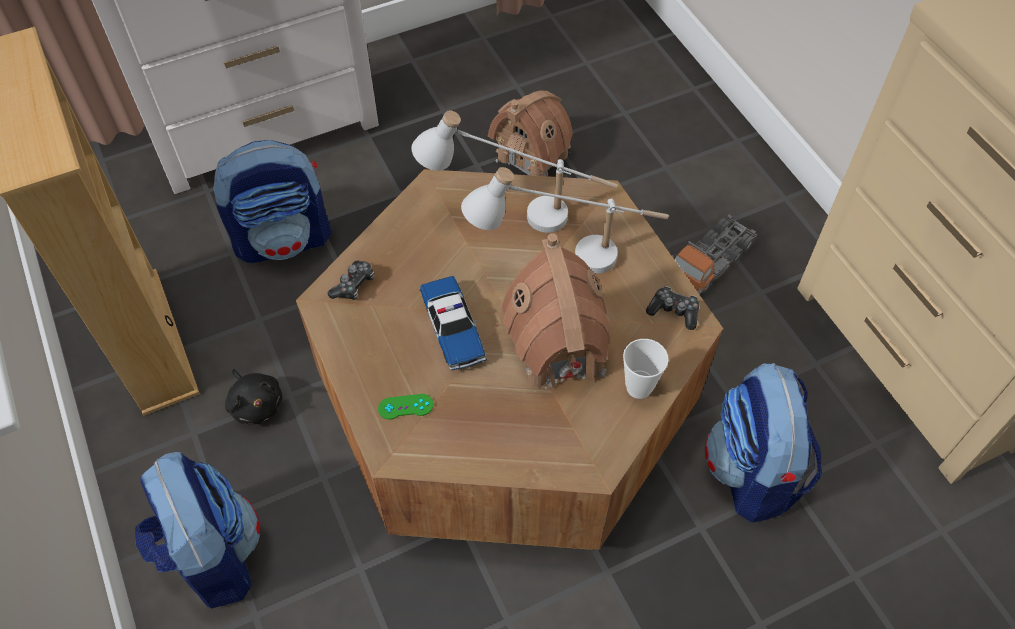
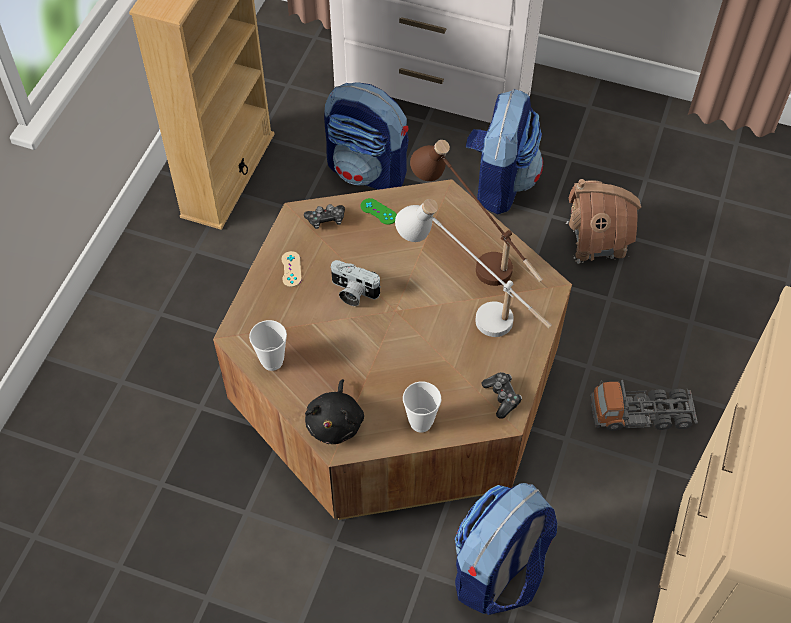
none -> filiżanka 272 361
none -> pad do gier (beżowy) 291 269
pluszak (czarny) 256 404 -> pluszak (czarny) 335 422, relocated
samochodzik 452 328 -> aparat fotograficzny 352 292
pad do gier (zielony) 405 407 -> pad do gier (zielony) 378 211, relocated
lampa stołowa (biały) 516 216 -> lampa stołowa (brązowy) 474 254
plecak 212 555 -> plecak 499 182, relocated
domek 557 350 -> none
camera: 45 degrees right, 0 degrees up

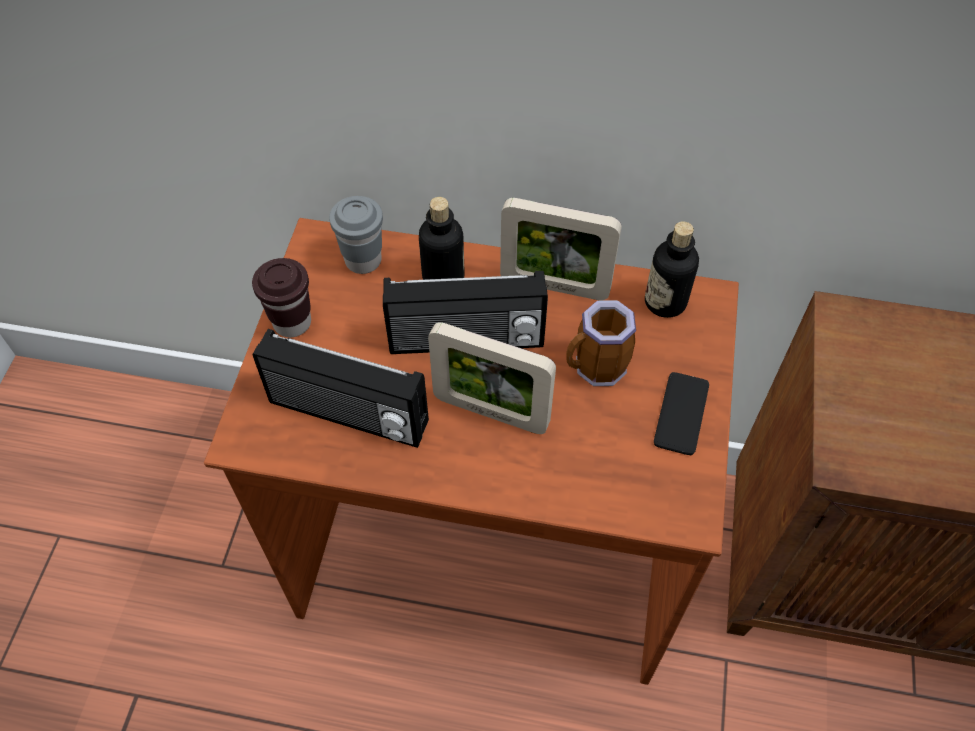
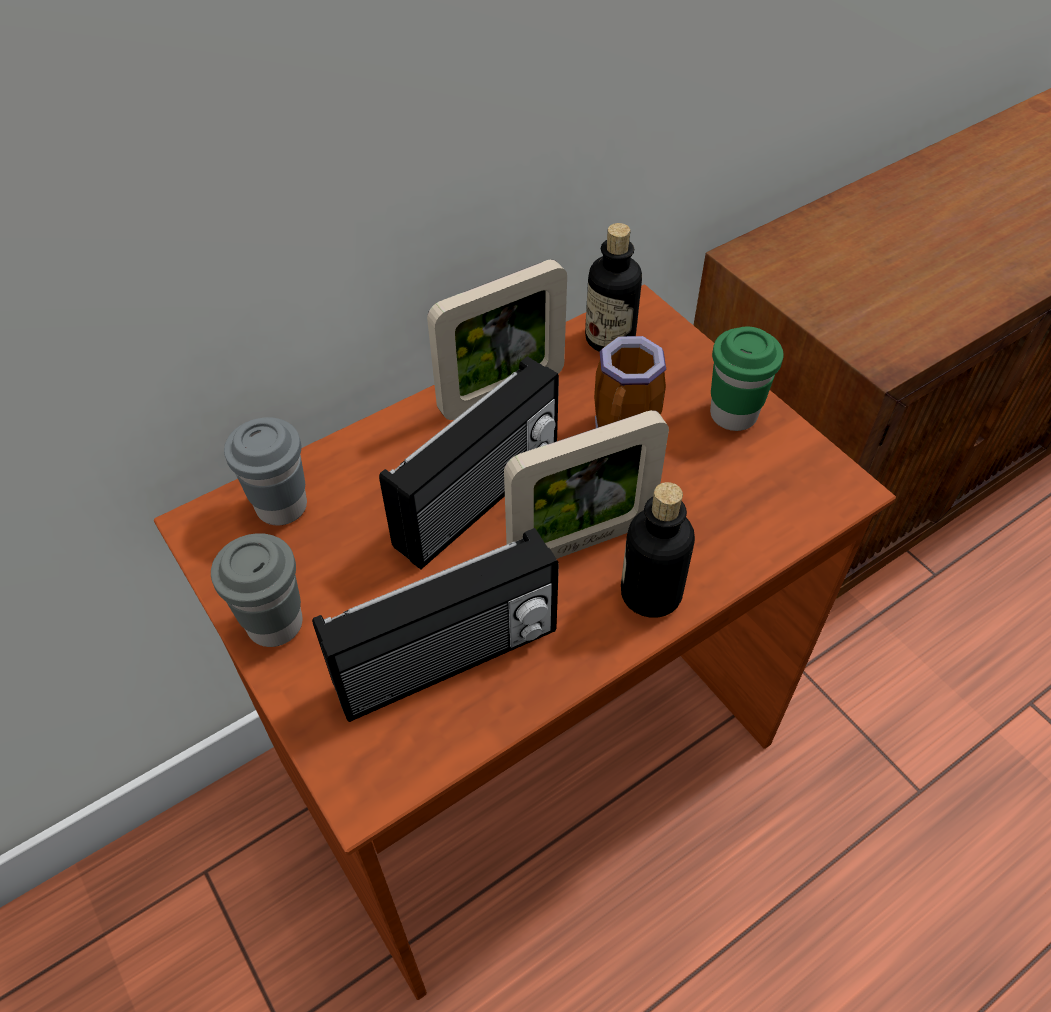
filiżanka (brązowy) 292 322 -> filiżanka (szary) 275 624
butelka 443 278 -> butelka 651 593, relocated
telefon 681 414 -> filiżanka (zielony) 733 414
camera: 45 degrees left, 5 degrees down

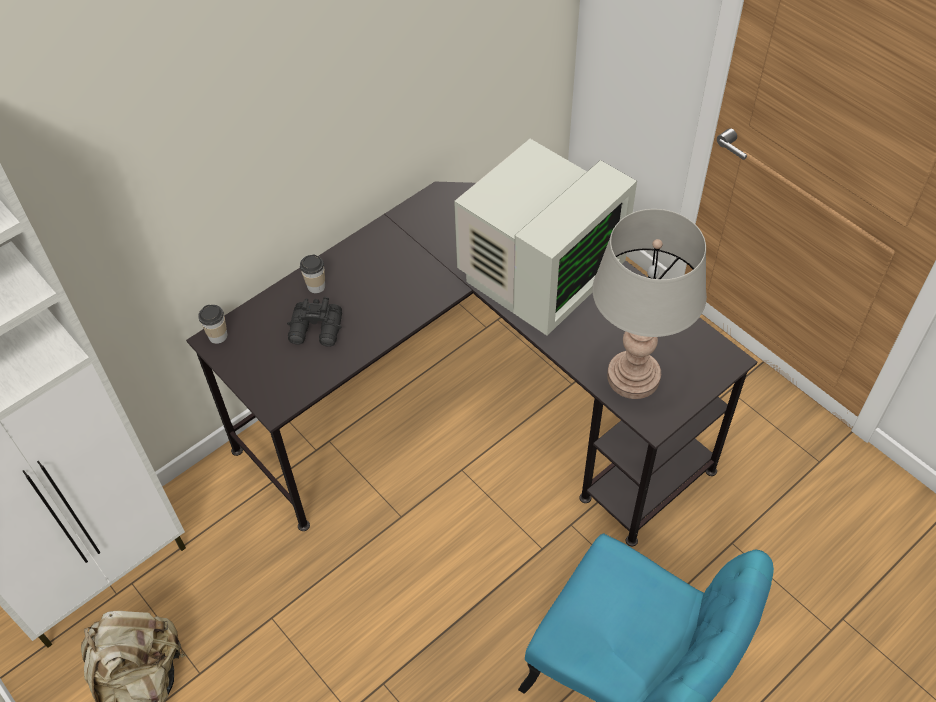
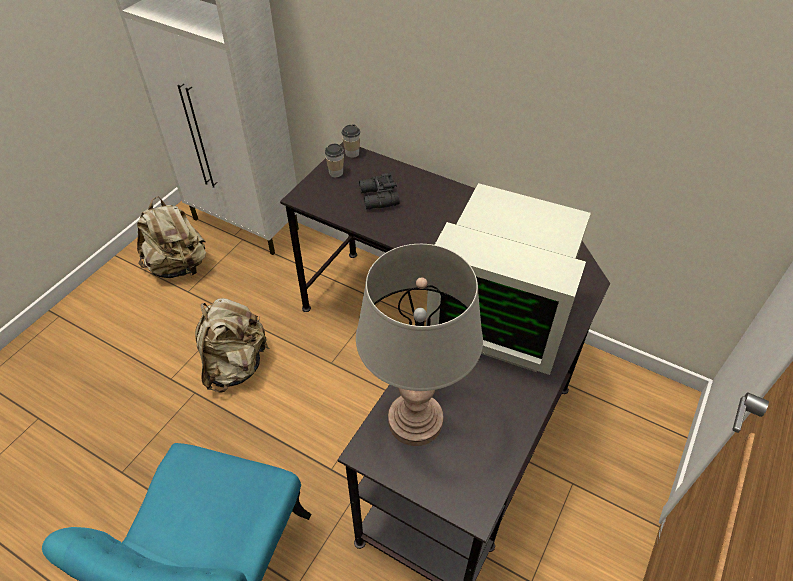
none -> plecak (beżowy) 235 365
filiżanka 316 286 -> filiżanka 336 172, relocated
camera: 70 degrees right, 5 degrees down

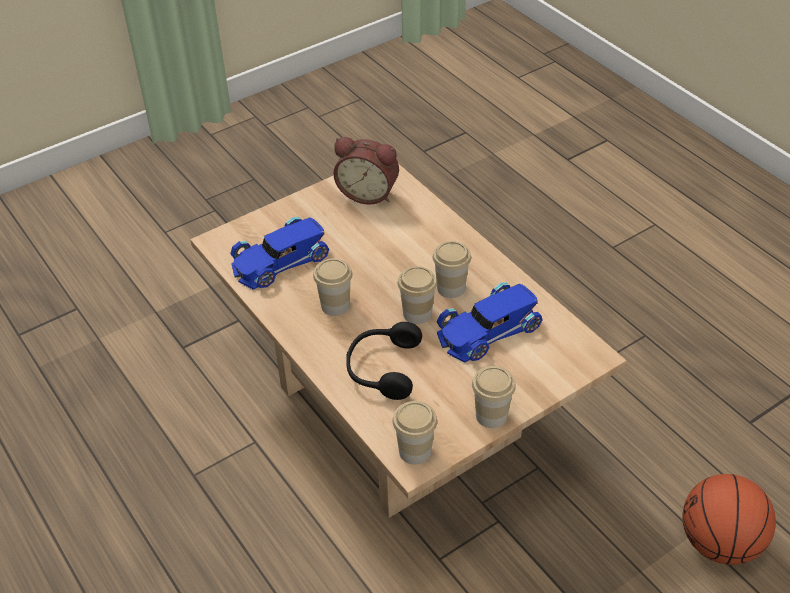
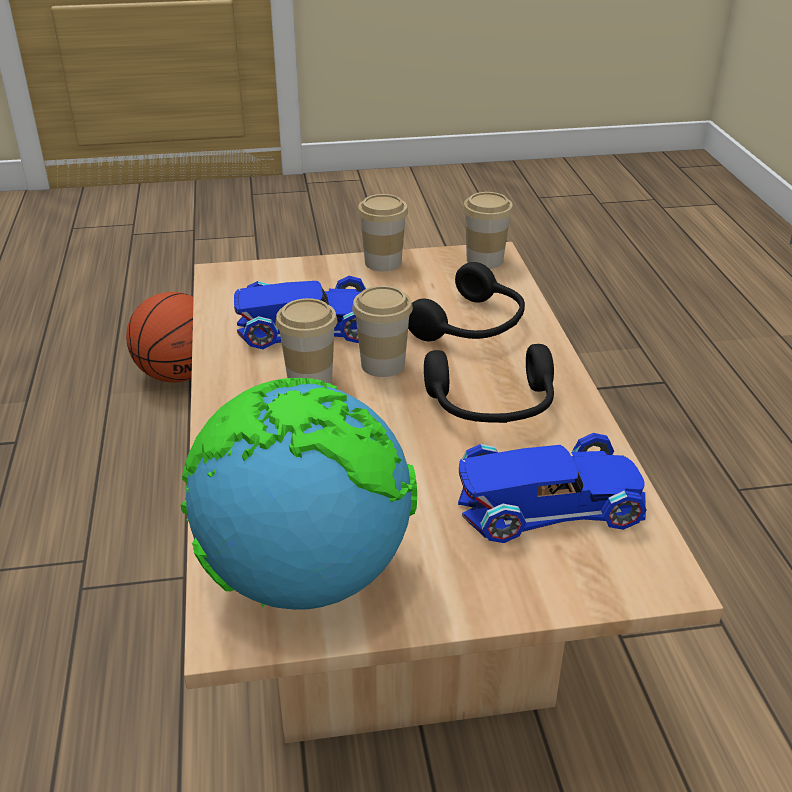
budzik 368 193 -> globus 304 577
filiżanka 335 305 -> słuchawki (czarny) 492 407
camera: 155 degrees left, 10 degrees down

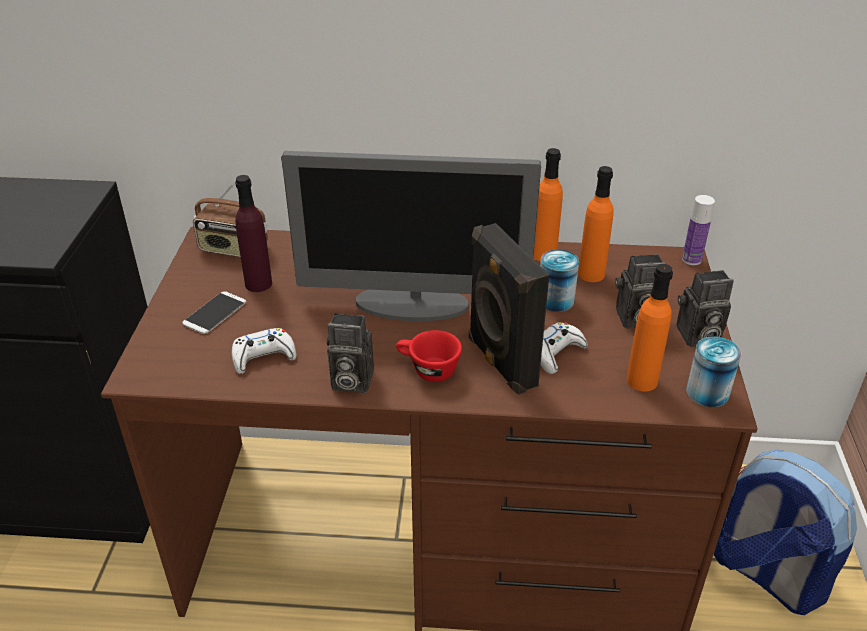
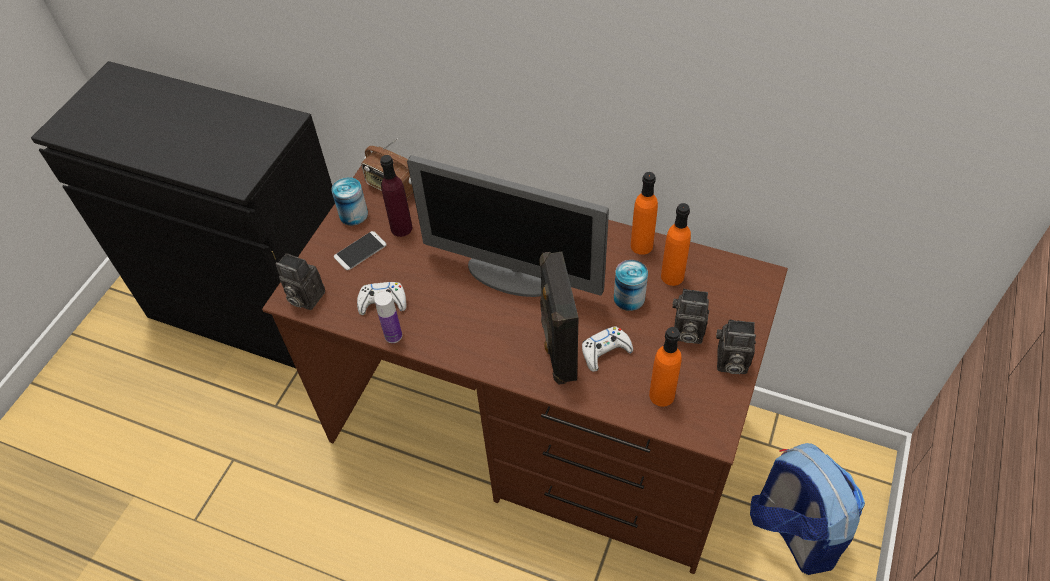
aparat fotograficzny 349 381 -> aparat fotograficzny 304 297, relocated
puszka 707 392 -> puszka 353 214, relocated
butelka 691 259 -> butelka 393 336, relocated
filiżanka (czerwony) 427 370 -> none
camera: 20 degrees right, 15 degrees up

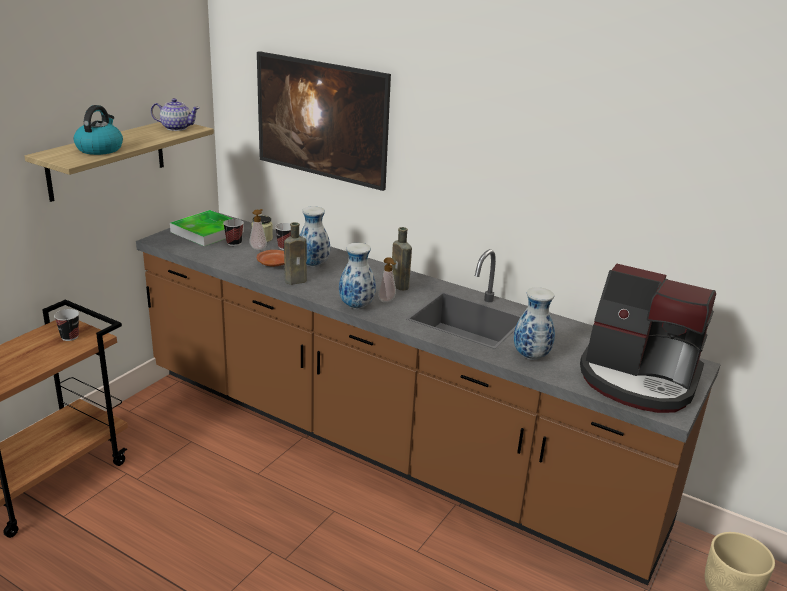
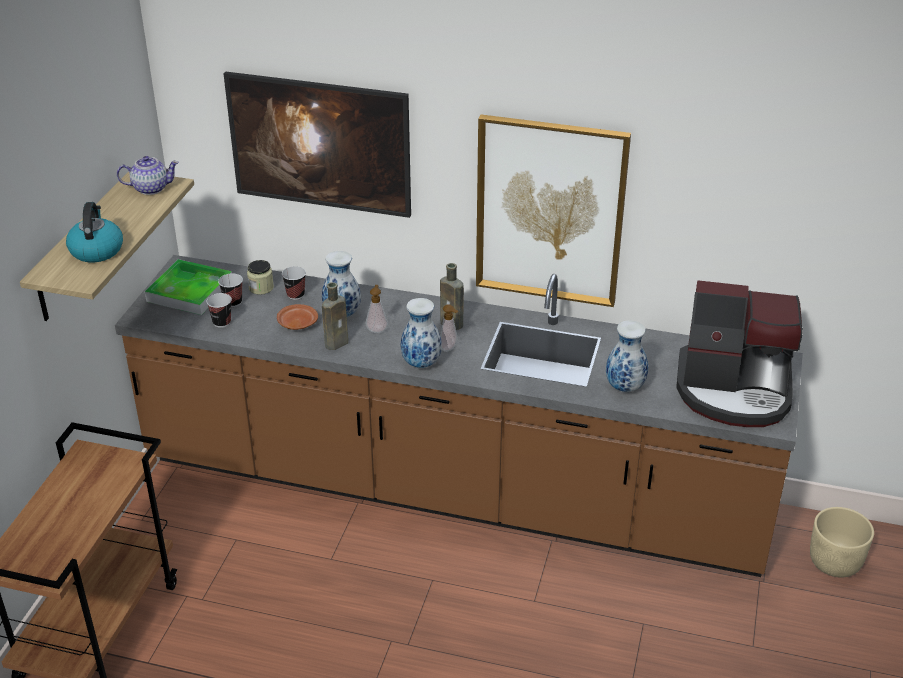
filiżanka 70 337 -> filiżanka 222 322, relocated
dozownik mydła 258 248 -> dozownik mydła 377 330, relocated
none -> obraz 550 211
camera: 15 degrees left, 10 degrees up

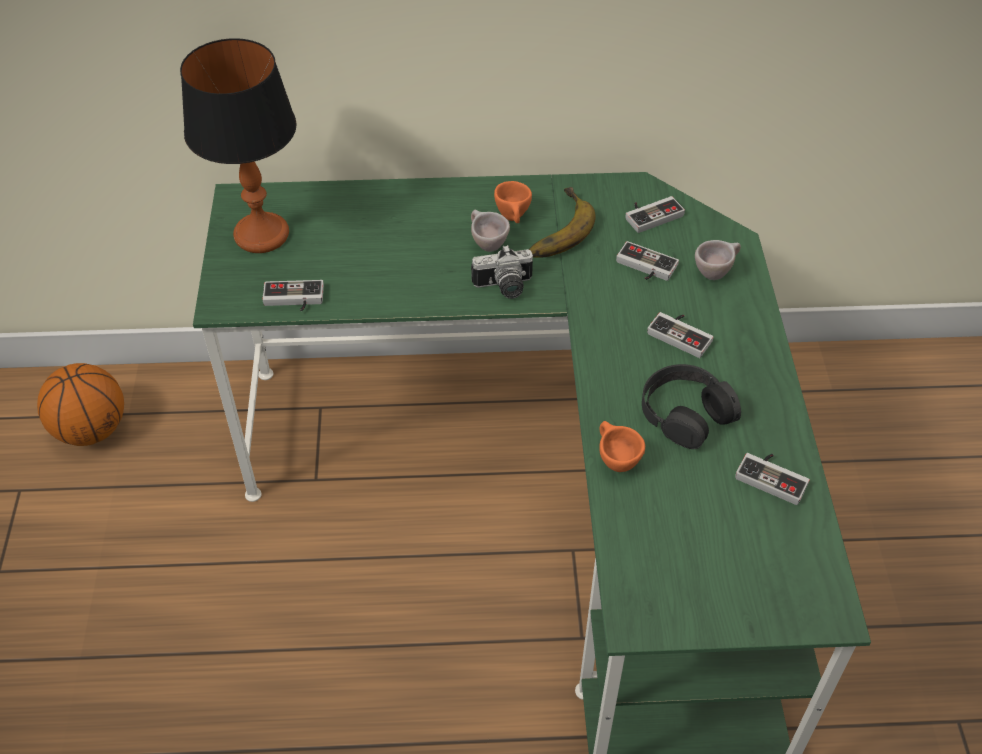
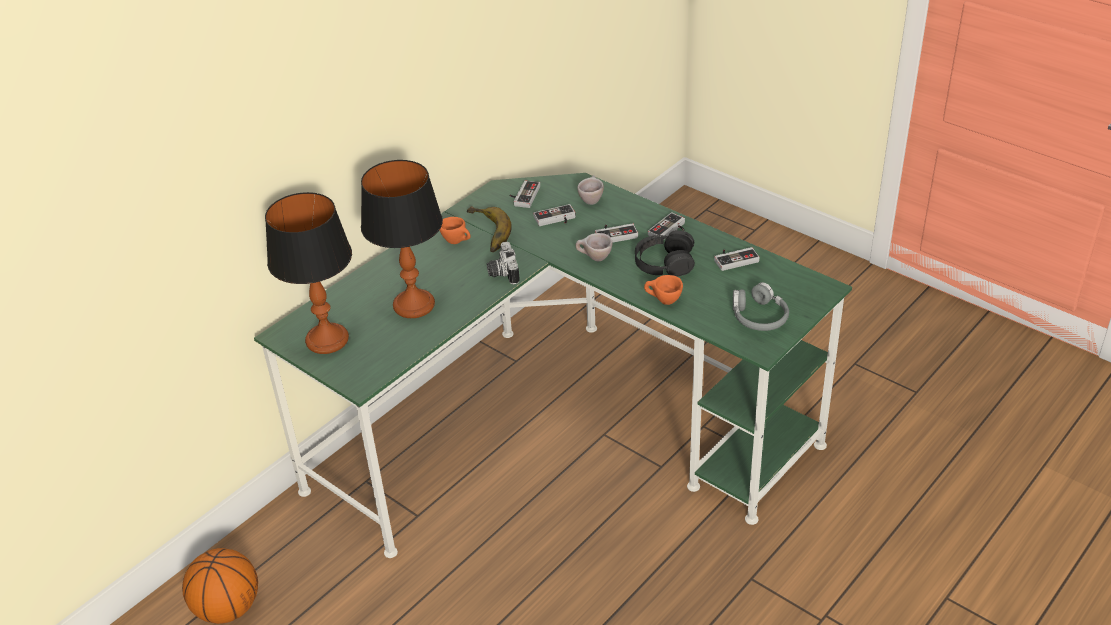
none -> lampa stołowa 414 305
aparat fotograficzny 504 288 -> aparat fotograficzny 502 273, 135 degrees clockwise
filiżanka (beżowy) 486 244 -> filiżanka (beżowy) 594 258, relocated
pad do gier 293 300 -> pad do gier 669 231, relocated
none -> słuchawki (szary) 759 317
camera: 45 degrees left, 10 degrees down

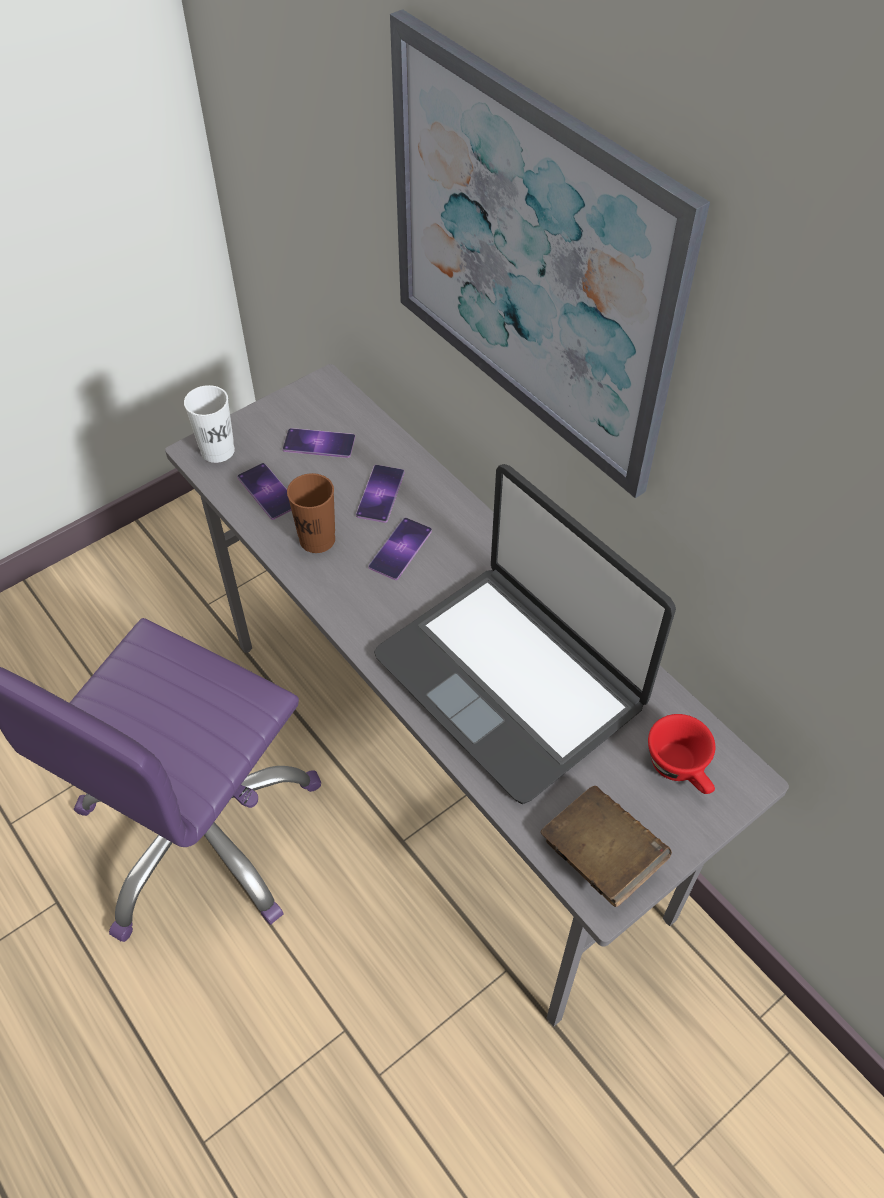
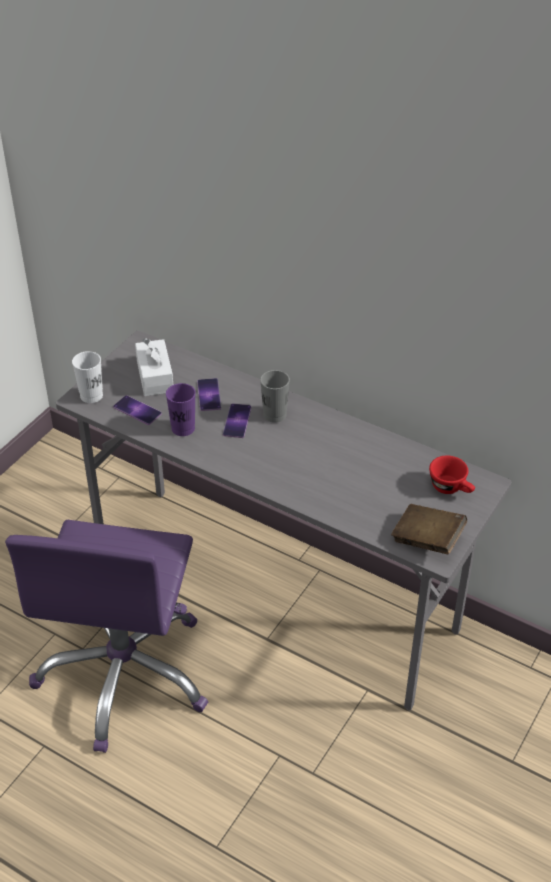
telefon 319 443 -> pudełko chusteczek (biały) 155 376
filiżanka (brązowy) 317 539 -> filiżanka (fioletowy) 183 428
none -> filiżanka (szary) 274 415
laptop 511 679 -> none
obraz 529 259 -> none
camera: 20 degrees left, 10 degrees down

